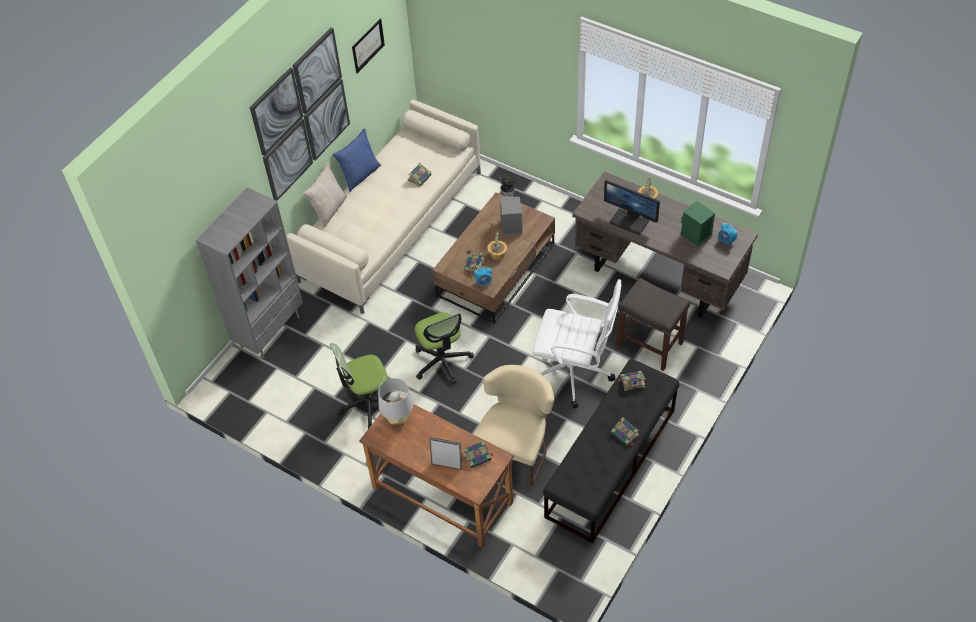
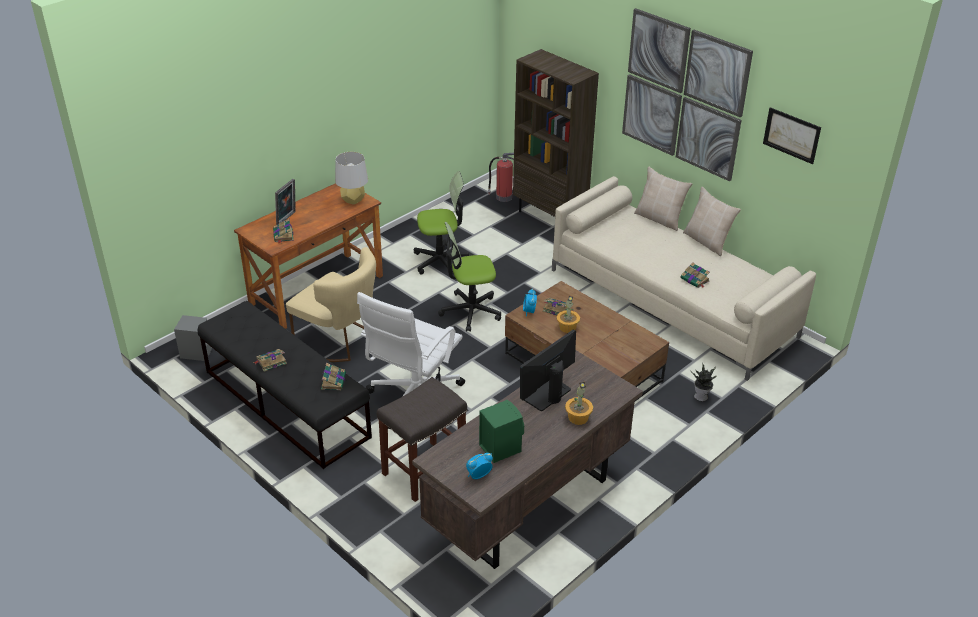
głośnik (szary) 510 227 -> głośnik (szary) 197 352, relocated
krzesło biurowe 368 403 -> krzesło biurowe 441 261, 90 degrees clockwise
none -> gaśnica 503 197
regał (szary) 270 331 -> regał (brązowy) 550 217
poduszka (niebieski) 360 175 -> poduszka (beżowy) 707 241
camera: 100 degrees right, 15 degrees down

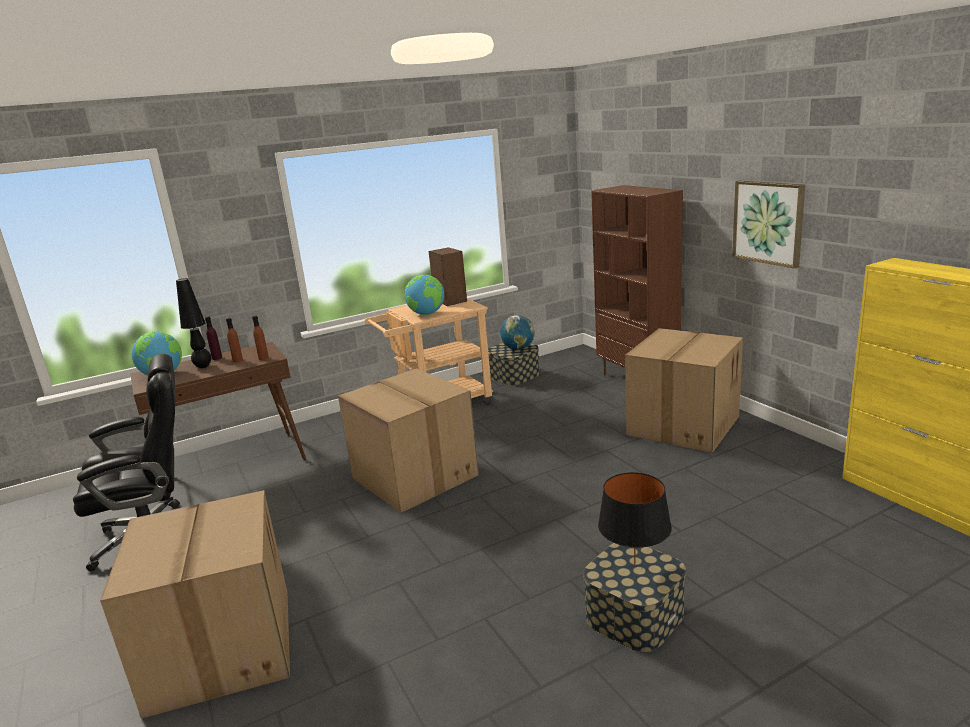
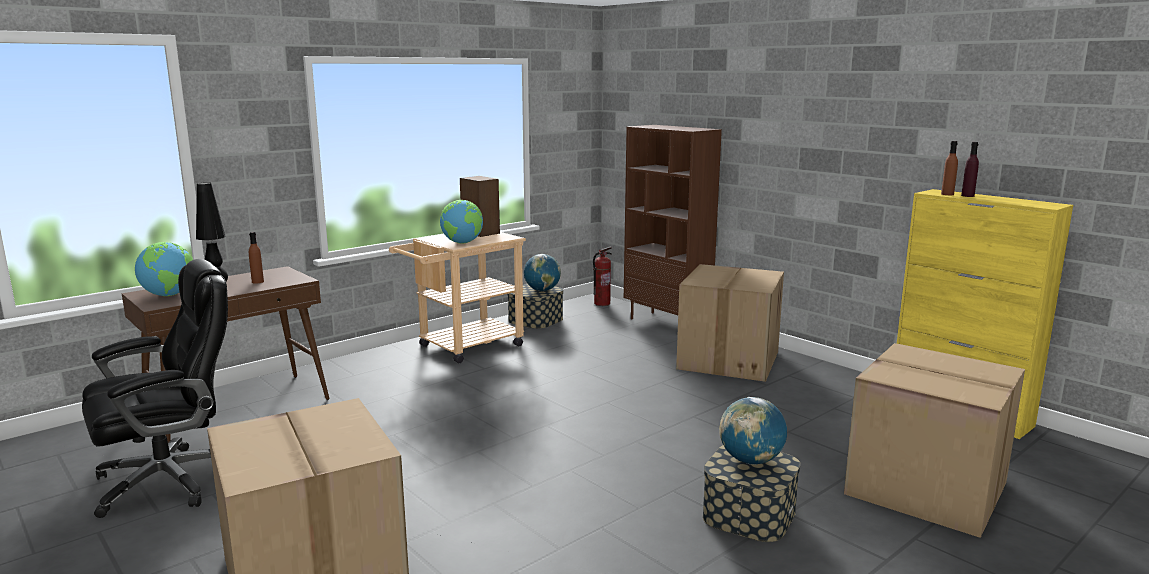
none -> gaśnica 602 303
lampa stołowa (czarny) 634 564 -> globus 751 460
karton 412 476 -> karton 923 488, relocated
butelka (brązowy) 263 358 -> butelka (brązowy) 947 194, relocated
butelka (fioletowy) 217 358 -> butelka (fioletowy) 967 196, relocated
obraz 768 222 -> none
camera: 15 degrees left, 5 degrees down

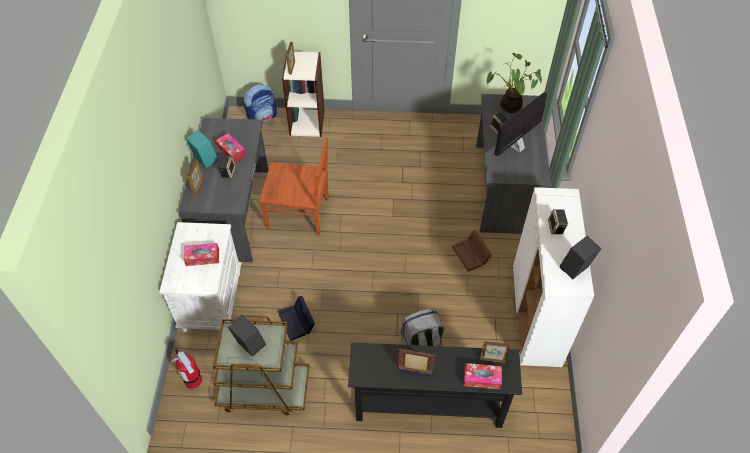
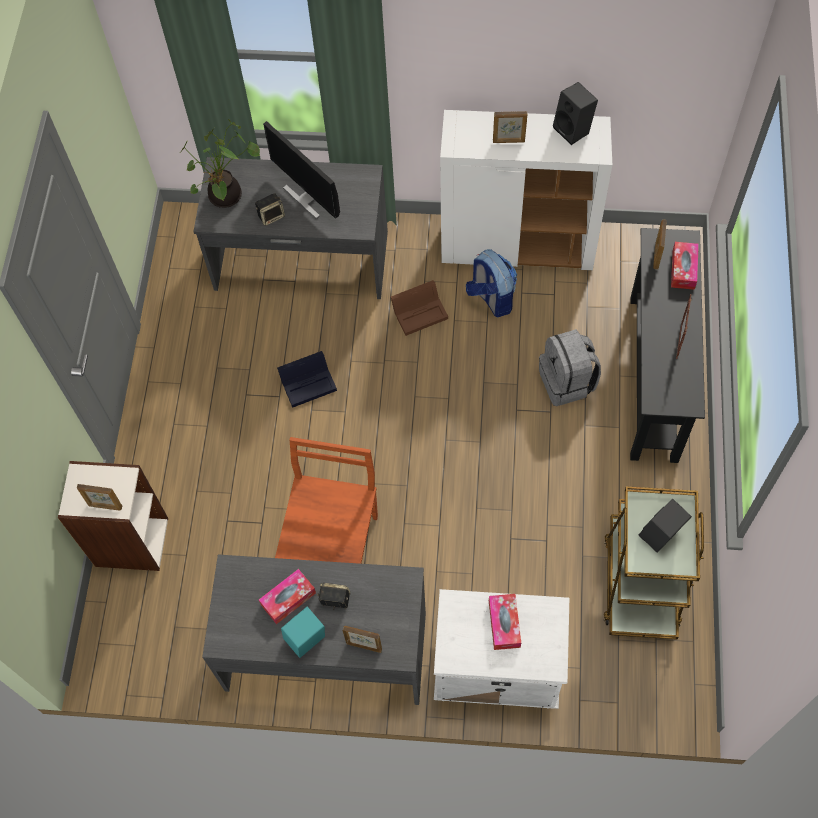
pojemnik do przechowywania (czarny) 297 322 -> pojemnik do przechowywania (czarny) 309 383, relocated
plecak 262 117 -> plecak 491 298, relocated
głośnik 556 227 -> ramka na zdjęcie 509 141
gaśnica 193 380 -> none
camera: 85 degrees left, 10 degrees up

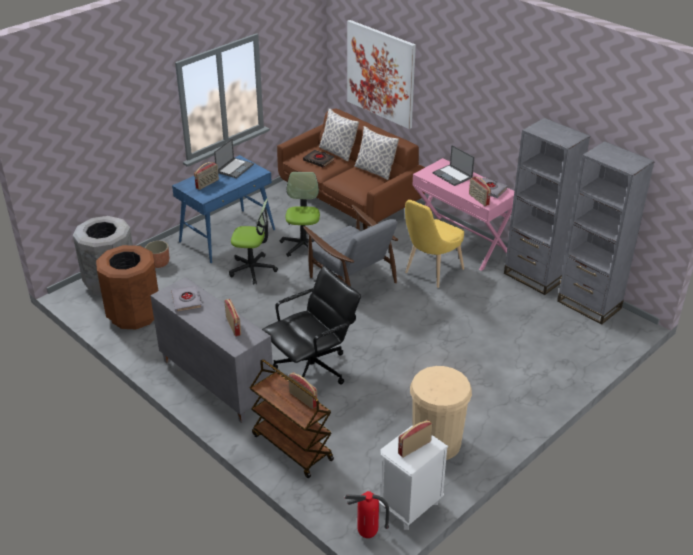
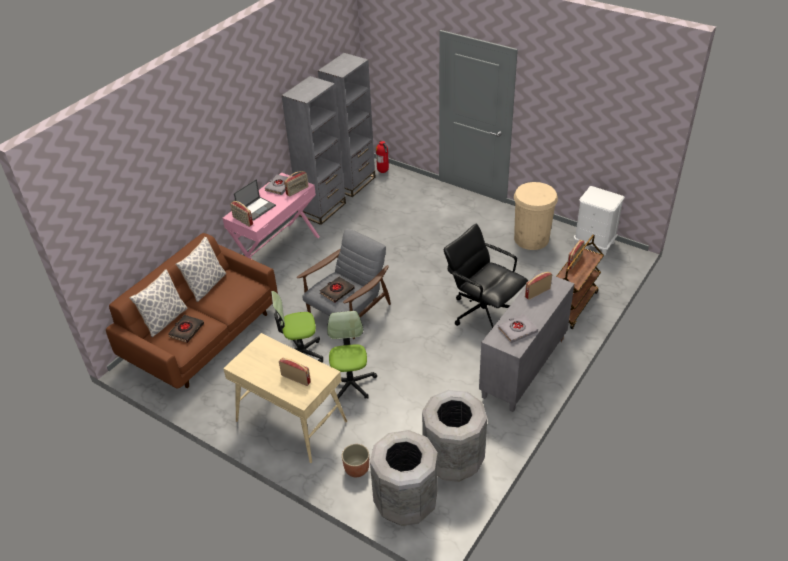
biurko (niebieski) 227 235 -> biurko (beżowy) 290 421
radio 414 447 -> radio 242 221, relocated
none -> książka (czarny) 337 291
gaśnica 367 534 -> gaśnica 383 172, relocated
kosz na śmieci (brązowy) 134 315 -> kosz na śmieci (szary) 453 460
laptop 235 168 -> none
obraz 381 73 -> none
krzesło (żółty) 431 272 -> none
camera: 100 degrees left, 5 degrees up

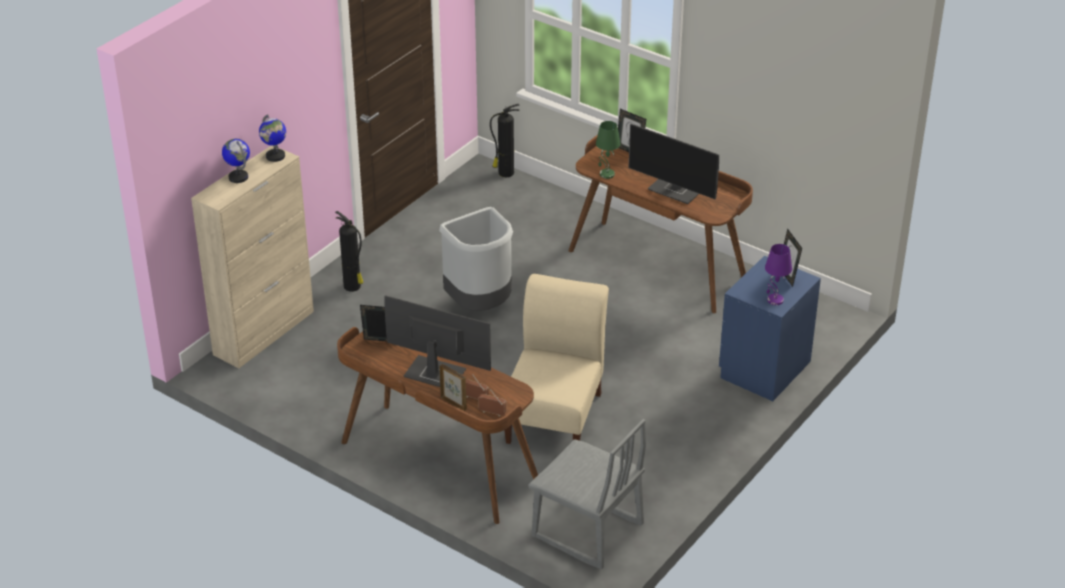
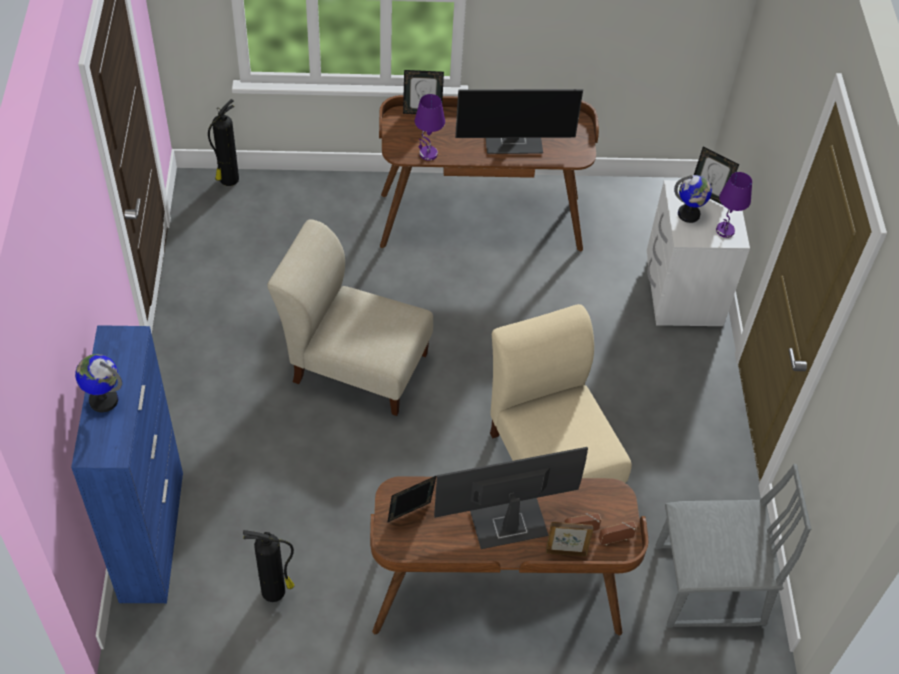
szafka (beżowy) 264 332 -> szafka (niebieski) 152 535
gaśnica 353 287 -> gaśnica 275 591, relocated
kosz na śmieci (szary) 480 306 -> krzesło (beżowy) 355 365
lampa stołowa (zielony) 606 174 -> lampa stołowa (fioletowy) 428 154
szafka nocna (niebieski) 763 369 -> szafka nocna (biały) 682 292
globus 275 156 -> globus 688 214, relocated
camera: 40 degrees left, 15 degrees up

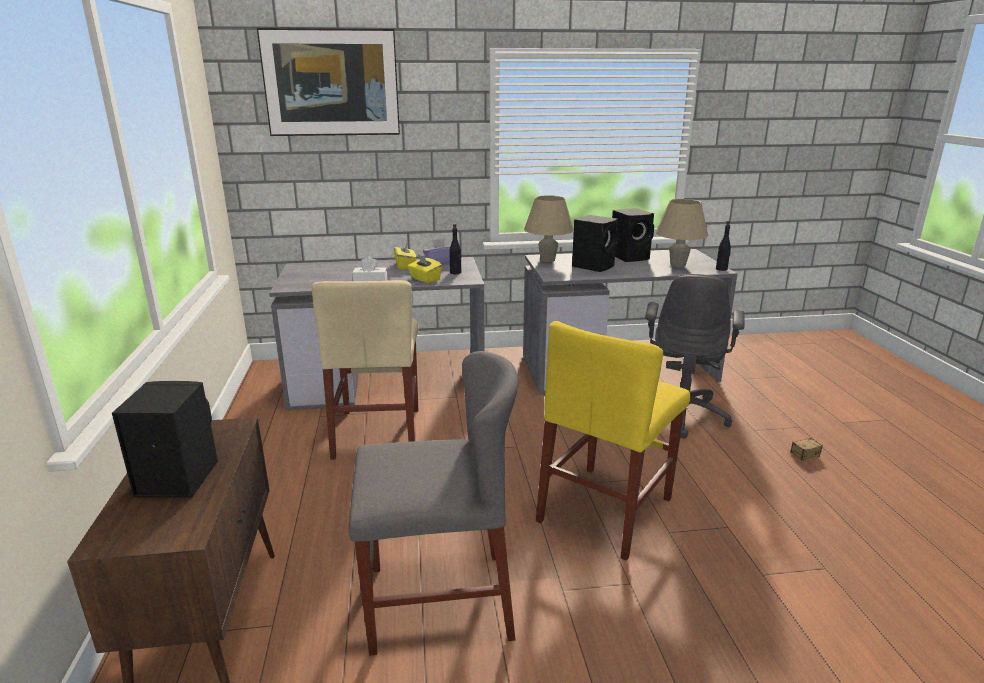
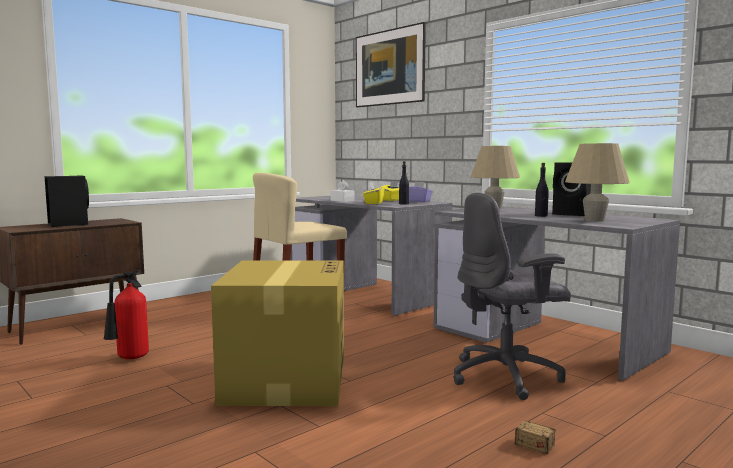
krzesło (szary) 438 601 -> gaśnica 129 359
krzesło (żółty) 605 509 -> karton 286 378
butelka (czarny) 721 269 -> butelka (czarny) 541 216, relocated
głośnik (czarny) 594 266 -> none
camera: 55 degrees right, 15 degrees down

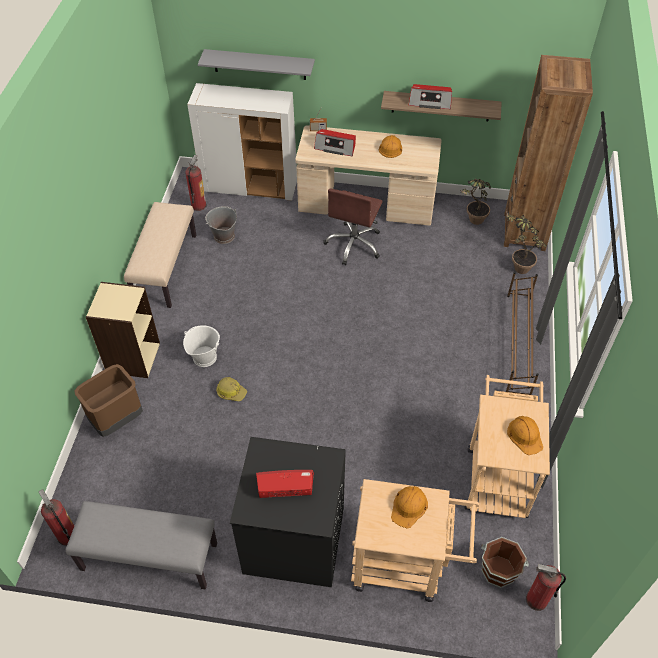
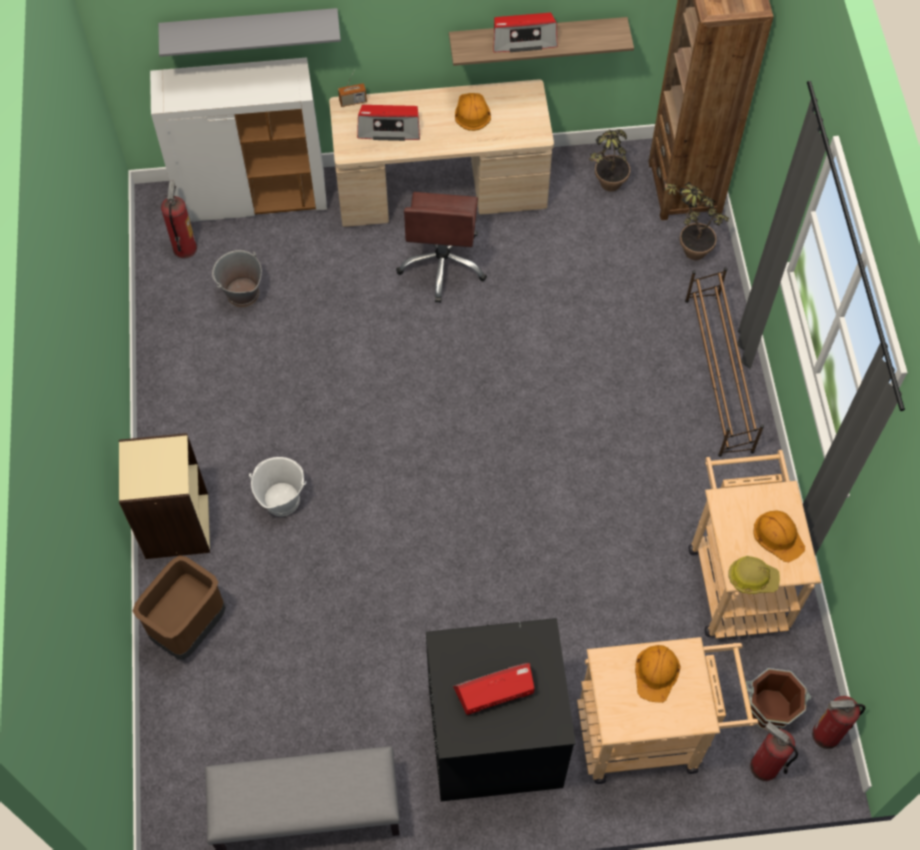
kask 231 392 -> kask 752 578, relocated
gaśnica 67 535 -> gaśnica 764 767, relocated
ławka (beżowy) 165 268 -> none
camera: 15 degrees left, 10 degrees up

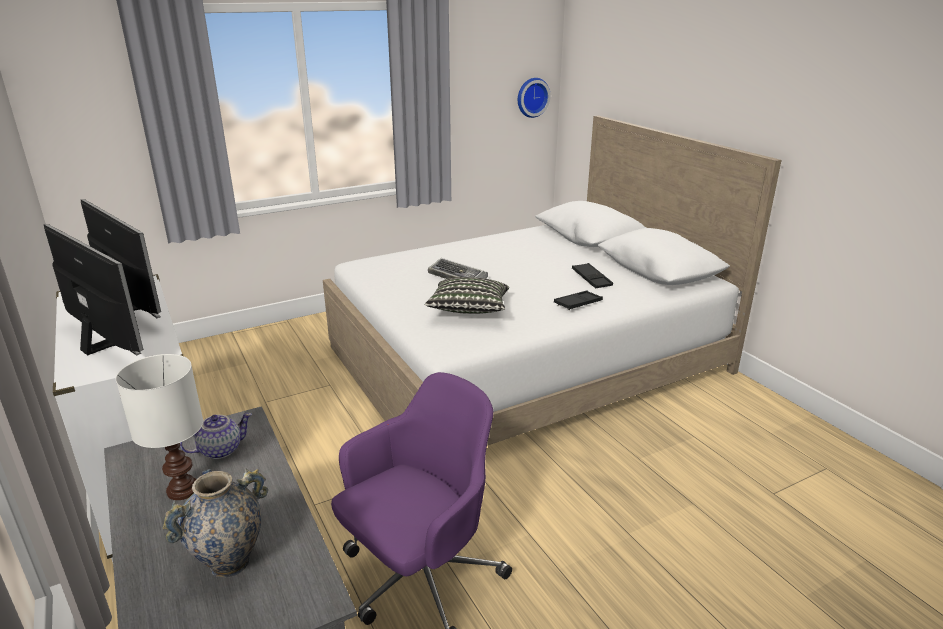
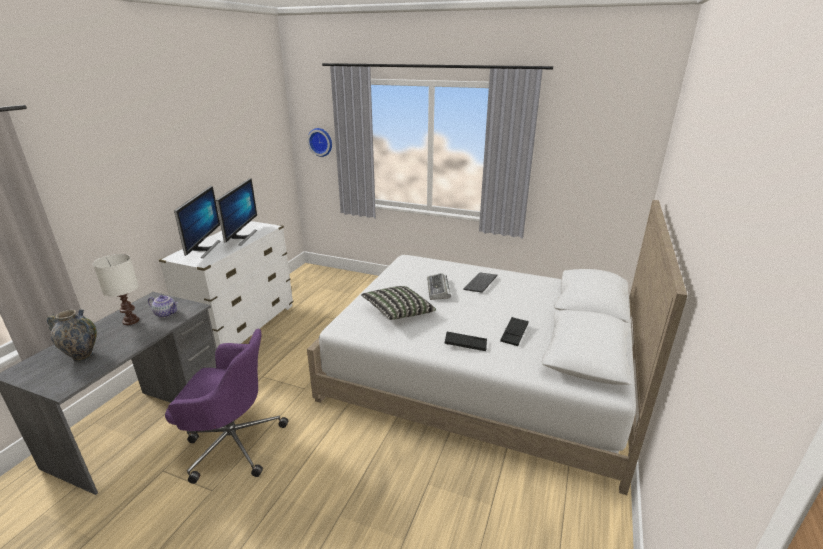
zegar ścienny 532 97 -> zegar ścienny 321 142, relocated
none -> klawiatura 481 284
camera: 50 degrees right, 0 degrees up

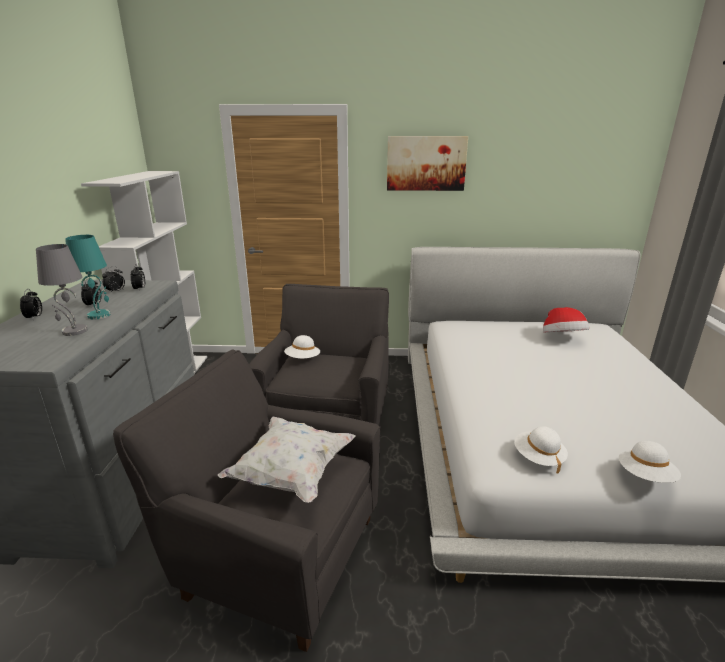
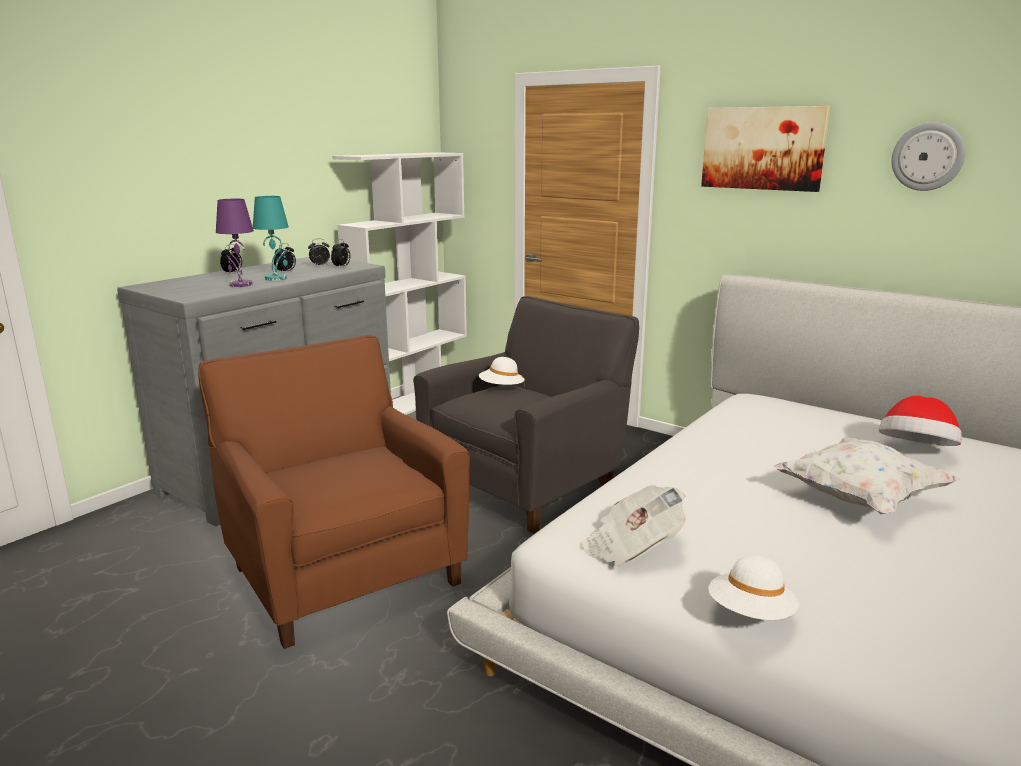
fotel (szary) 274 553 -> fotel (brązowy) 341 570
lampa stołowa (szary) 74 331 -> lampa stołowa (fioletowy) 240 285
kapelusz (biały) 538 458 -> gazeta 632 547
poduszka (biały) 291 473 -> poduszka (biały) 859 499, relocated
none -> zegar ścienny 927 157
camera: 35 degrees right, 5 degrees down

